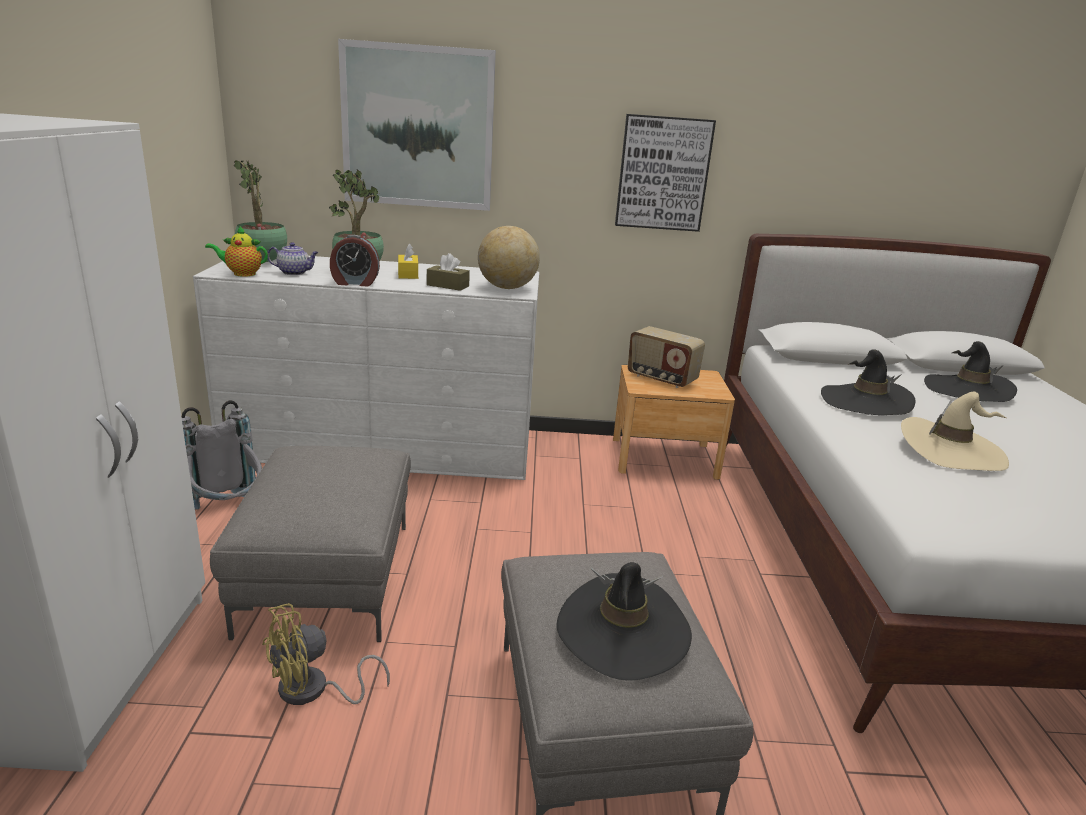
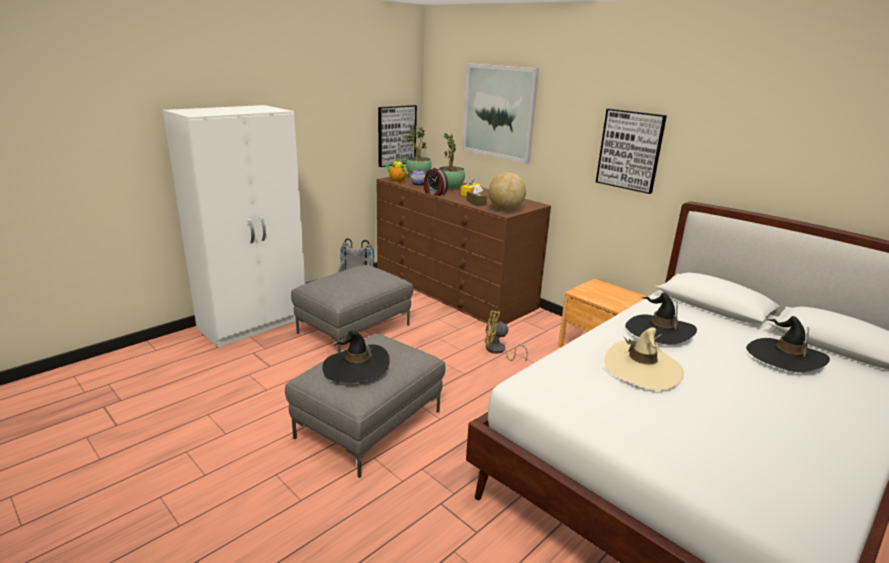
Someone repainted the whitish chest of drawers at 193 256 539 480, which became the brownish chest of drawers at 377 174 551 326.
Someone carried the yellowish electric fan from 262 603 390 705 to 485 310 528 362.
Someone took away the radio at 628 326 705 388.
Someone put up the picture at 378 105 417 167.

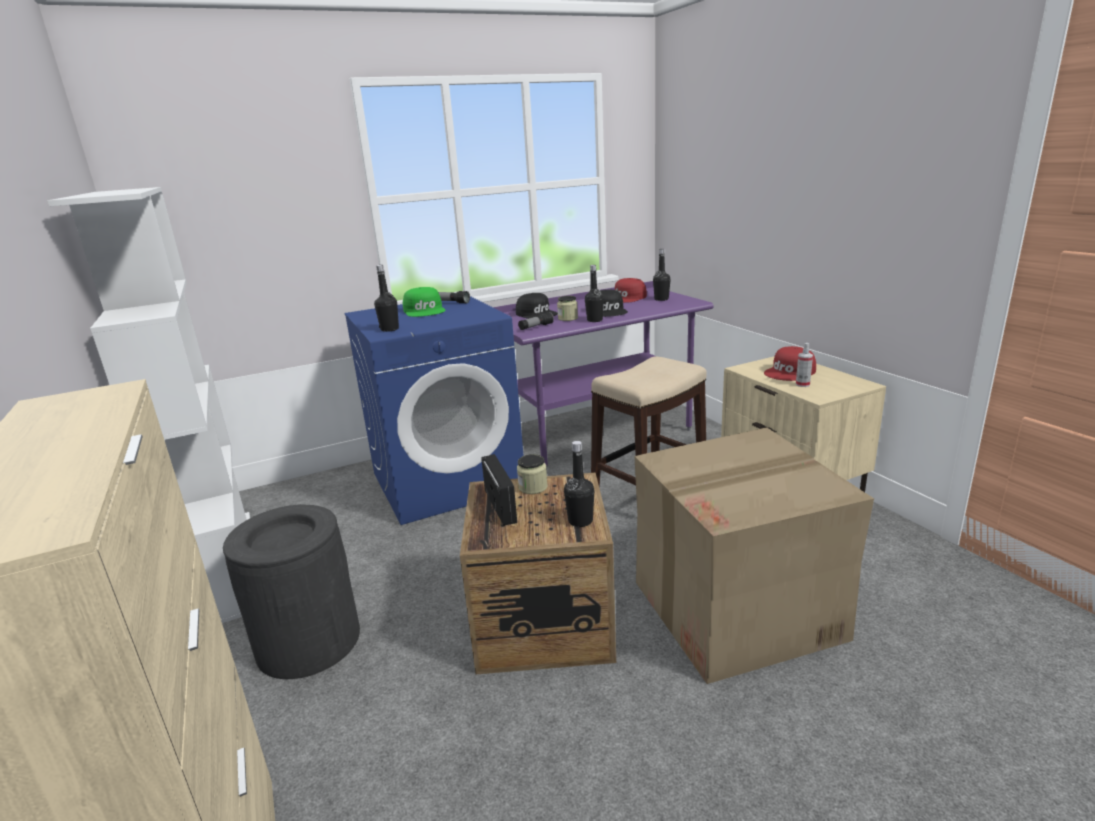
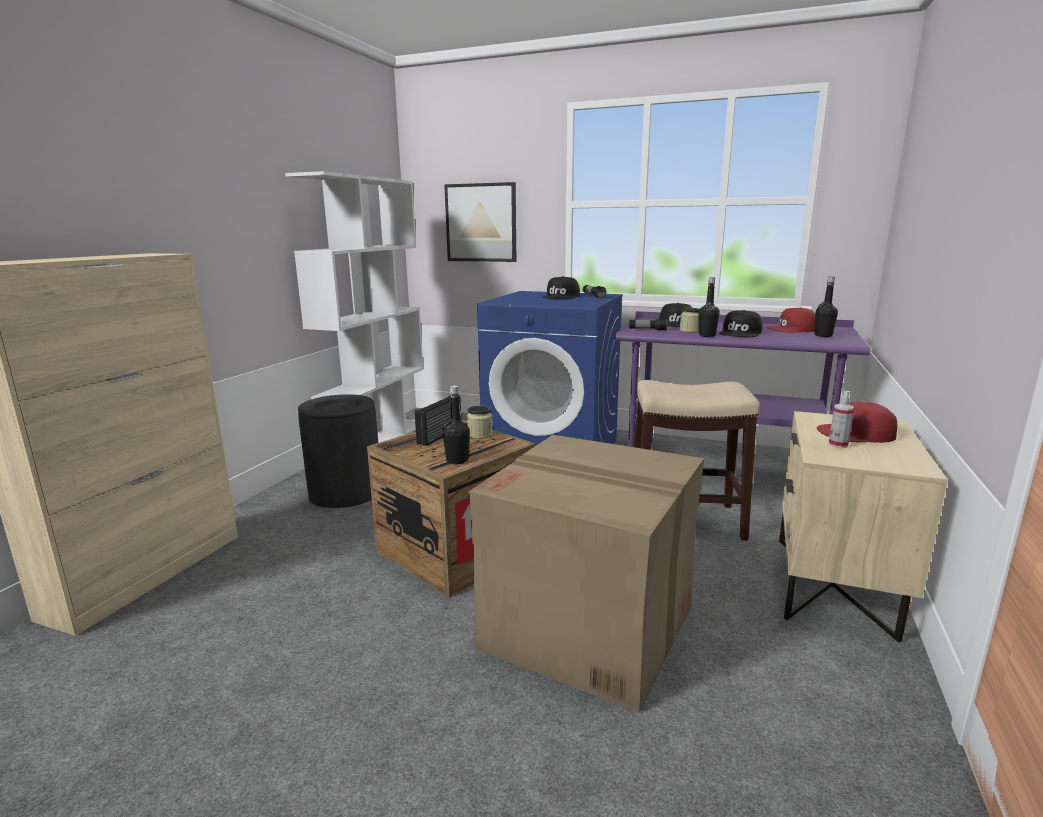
Someone took away the blackish drink bottle at 374 265 399 332.
Someone repainted the greenish baseball cap at 403 287 446 317, which became the blackish baseball cap at 542 276 580 299.
Someone put up the picture at 444 182 516 262.

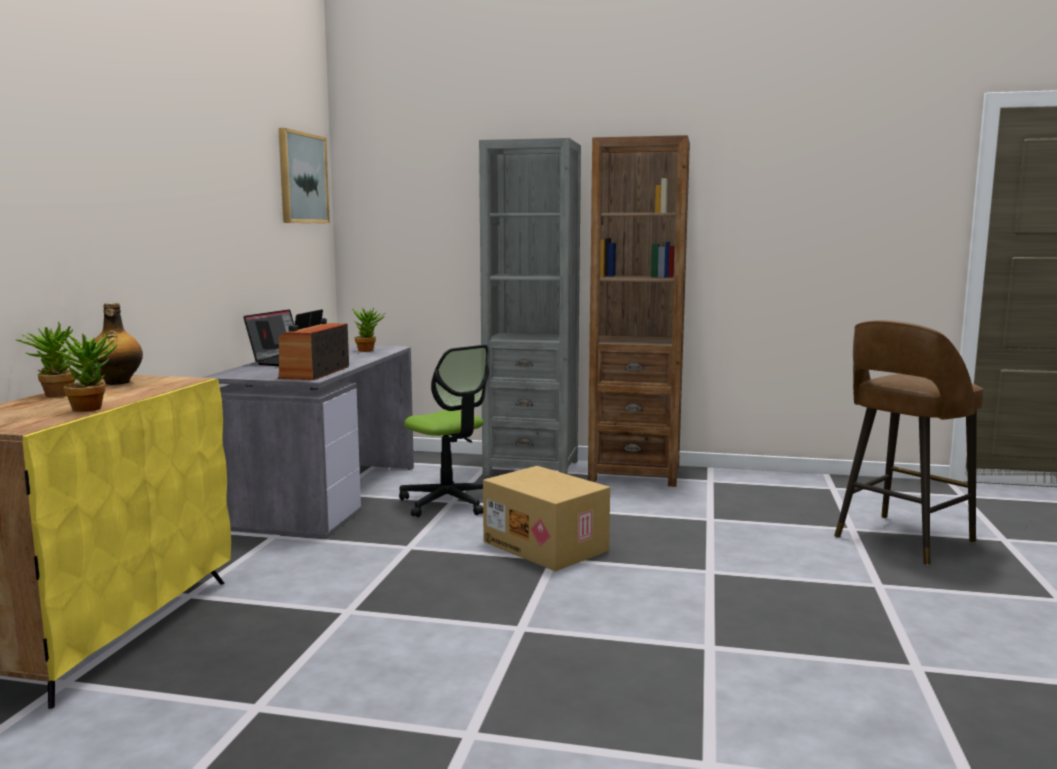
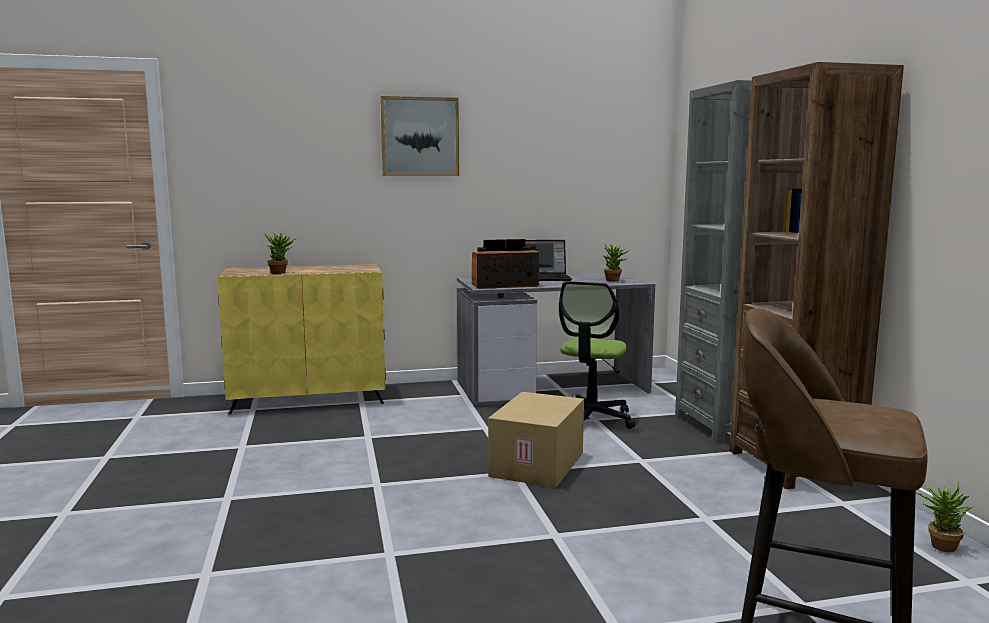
Someone carried the plant in a pot from 15 321 76 397 to 916 482 973 552.
Someone took away the drink bottle at 94 303 143 385.
Someone carried the picture from 278 128 330 223 to 380 96 459 176.

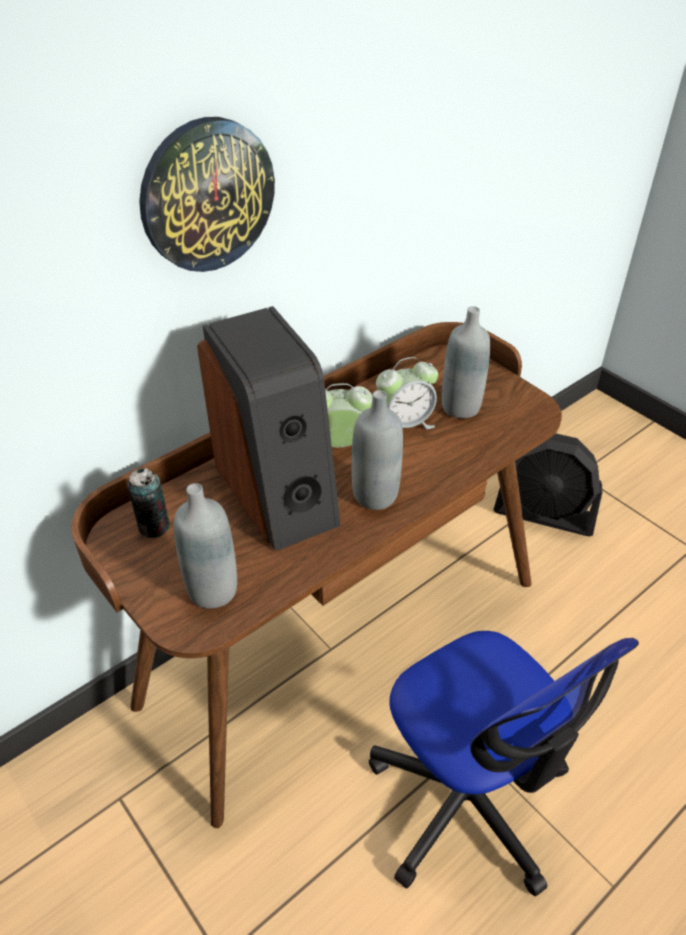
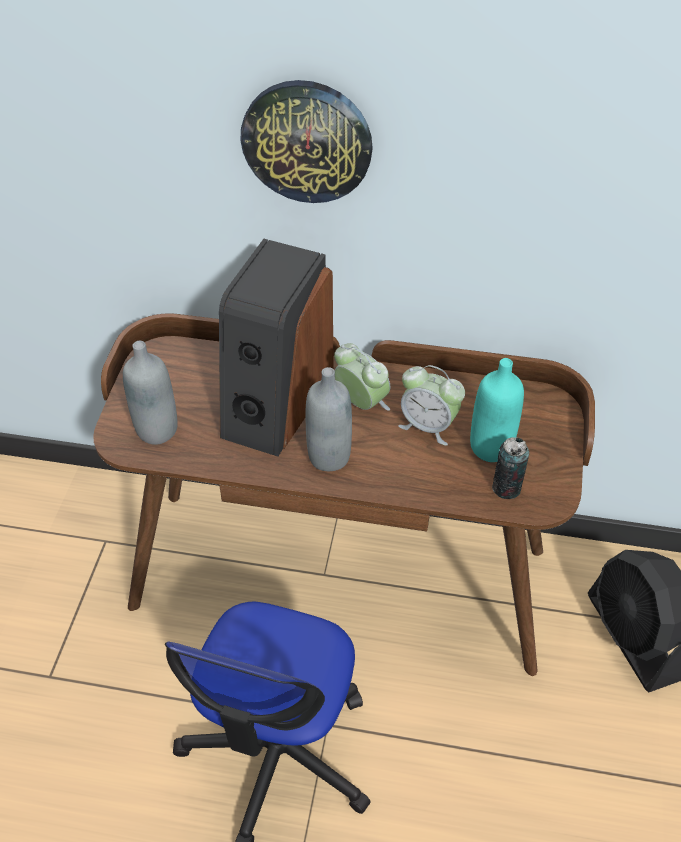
Someone carried the can from 127 468 170 538 to 492 437 529 499.
Someone repainted the gray drink bottle at 442 306 490 418, which became the blue-green drink bottle at 470 358 524 462.

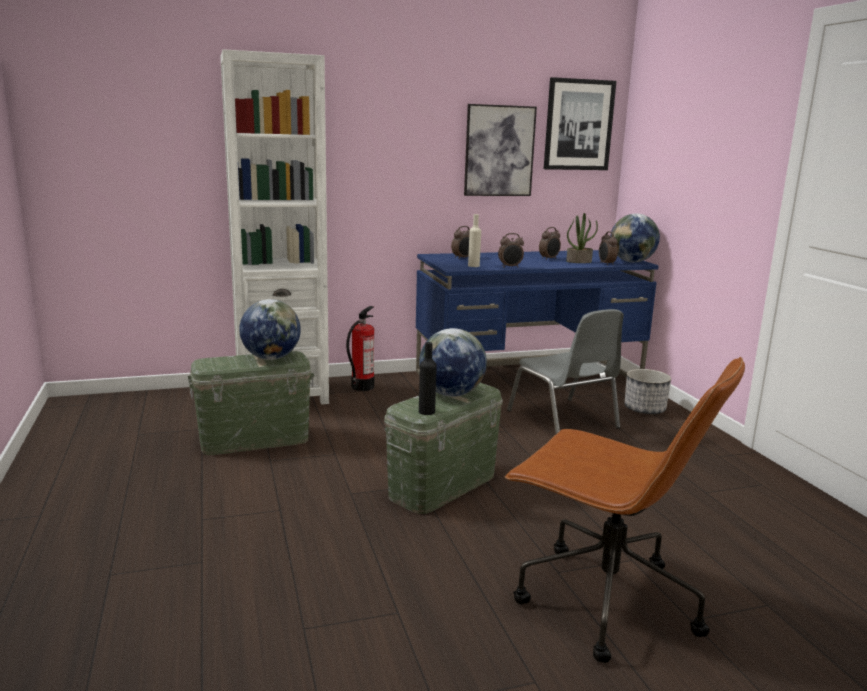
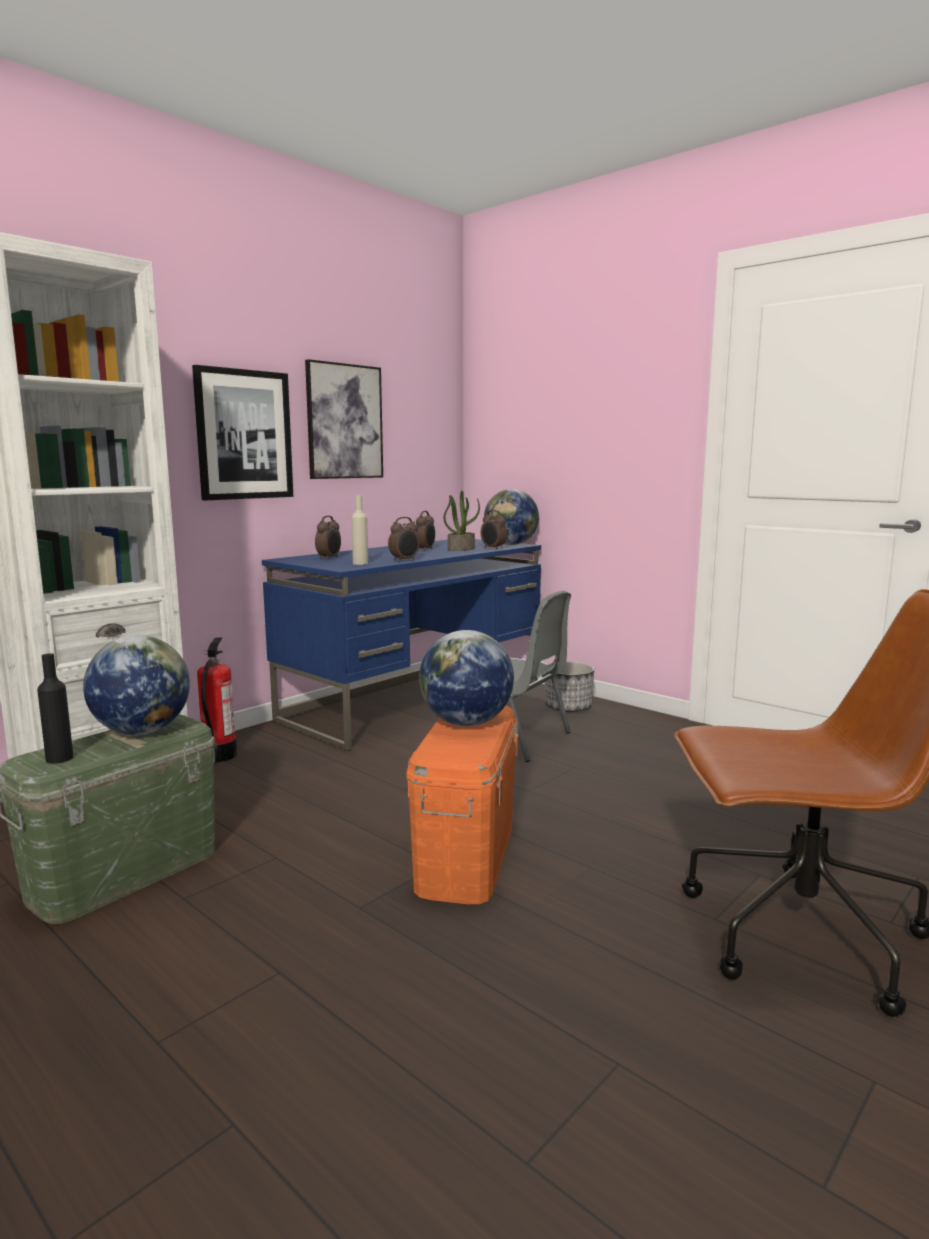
Someone repainted the greenish storage box at 385 383 503 514, which became the orangey storage box at 406 705 519 904.
Someone carried the blackish drink bottle from 419 342 437 415 to 37 653 73 764.
Someone carried the picture from 544 77 616 170 to 192 365 293 500.

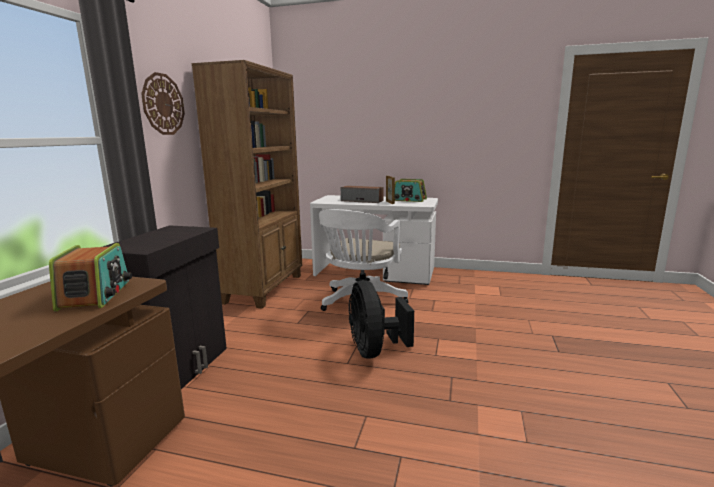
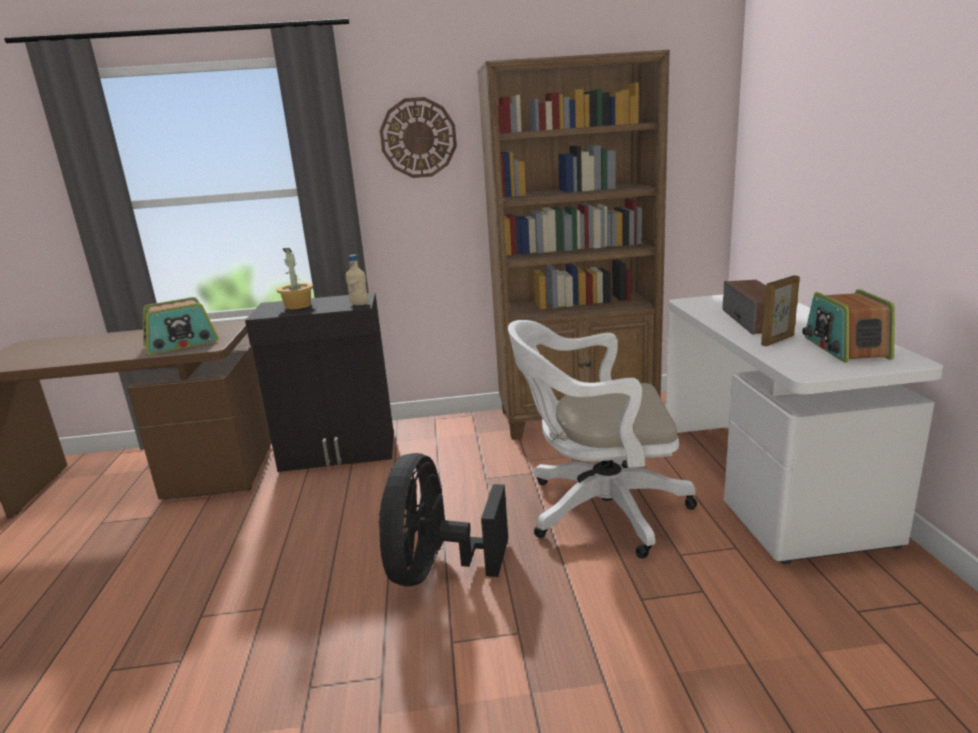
Someone rotated the blackish electric fan at 349 280 414 359 by 45 degrees counterclockwise.
Someone put down the plant in a pot at 277 248 313 309.
Someone put down the sand-coloured drink bottle at 346 255 368 305.

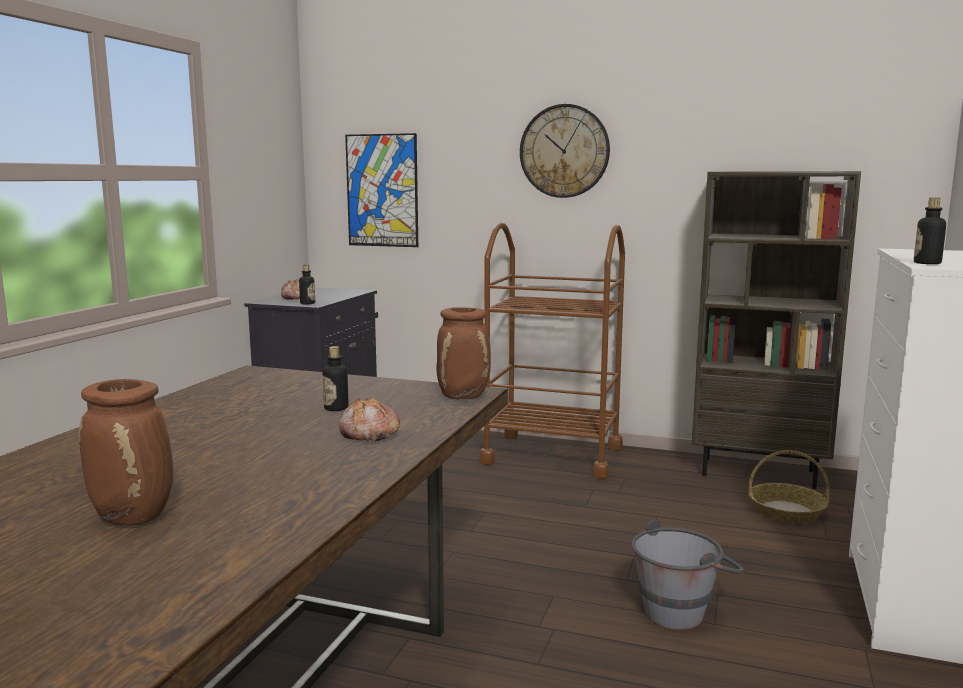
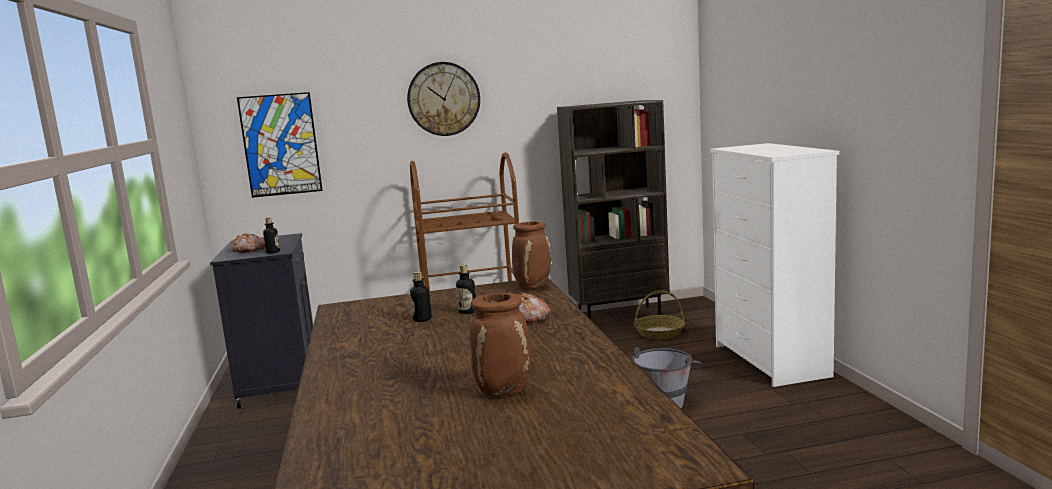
Someone carried the drink bottle from 914 198 946 264 to 410 271 432 322.

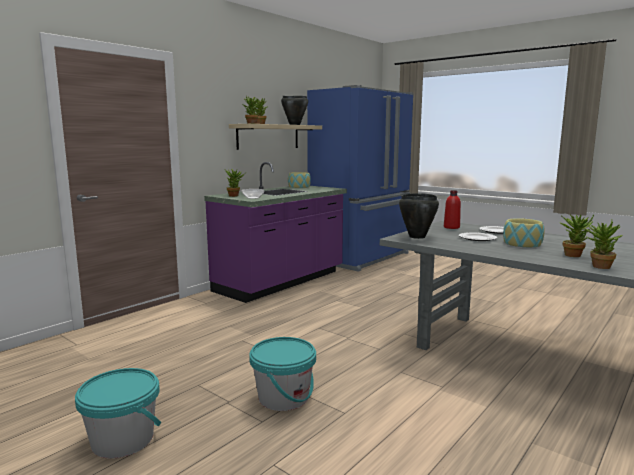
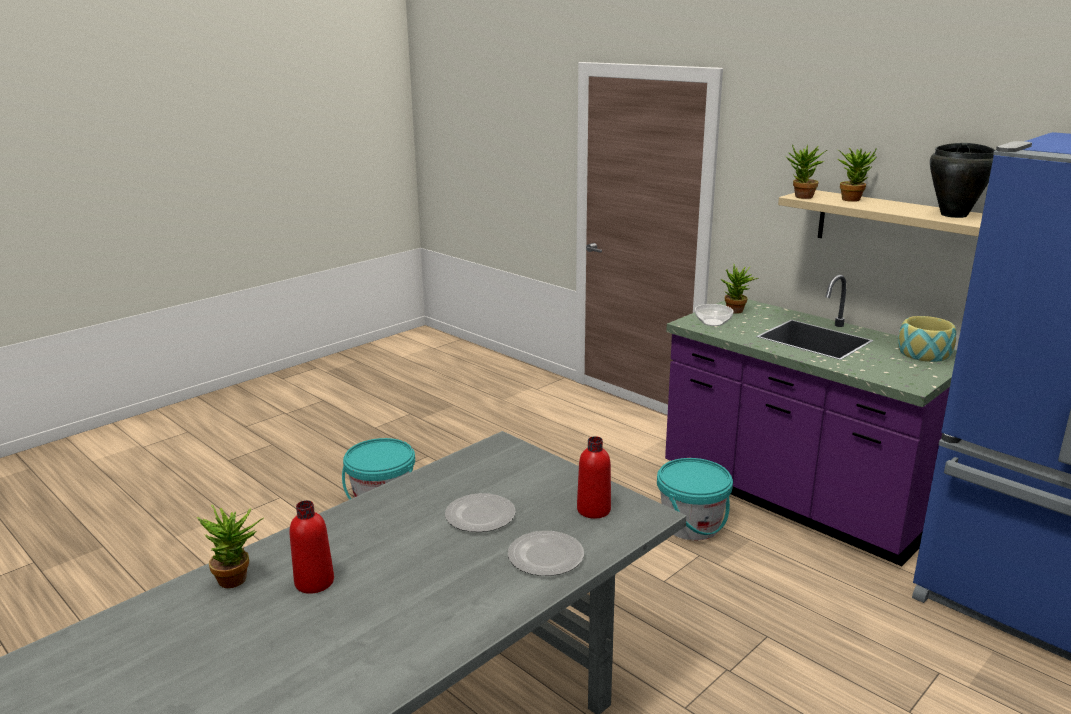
Someone carried the blue-green pail from 75 368 161 459 to 657 458 733 541.
Someone took away the blackish saucepot at 399 193 439 239.
Someone took away the deep dish at 503 218 544 247.
Someone swapped the plant in a pot at 559 214 594 257 for the reddish drink bottle at 290 500 334 594.

